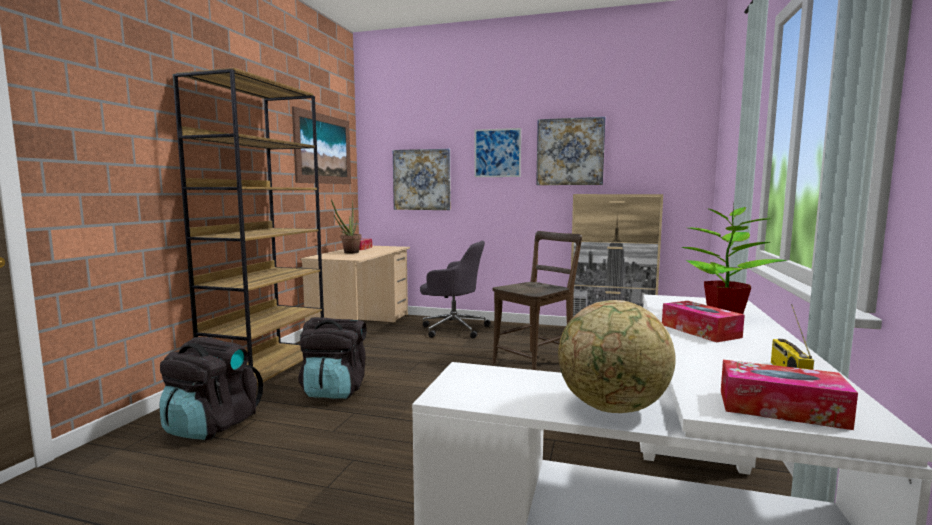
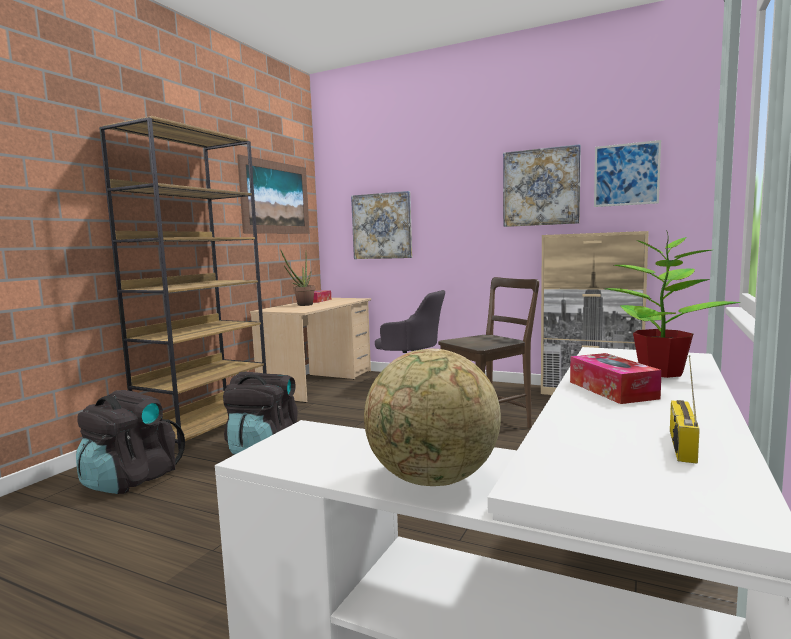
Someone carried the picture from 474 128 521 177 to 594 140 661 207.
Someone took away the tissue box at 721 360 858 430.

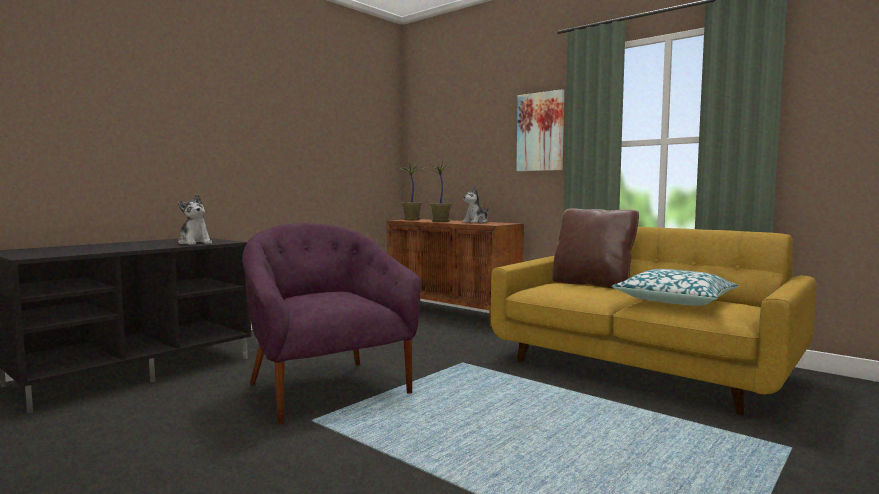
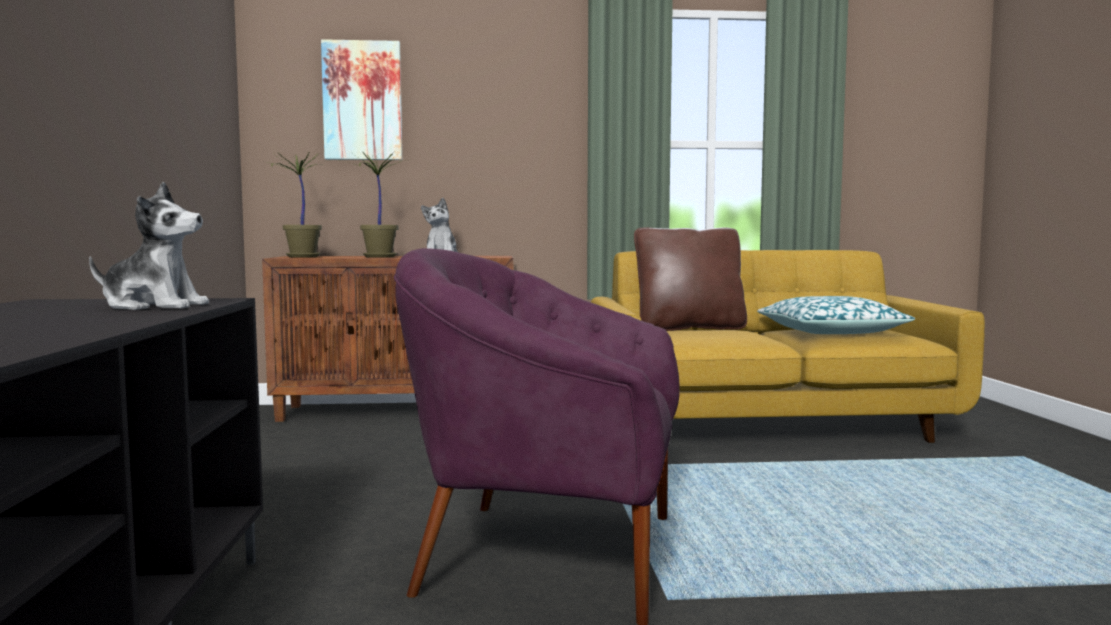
Someone carried the picture from 516 89 564 171 to 321 39 402 160.

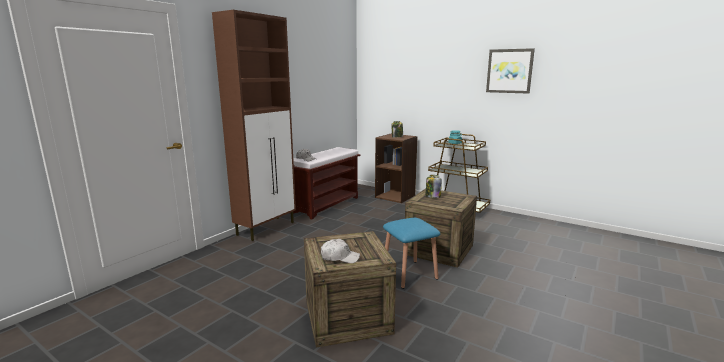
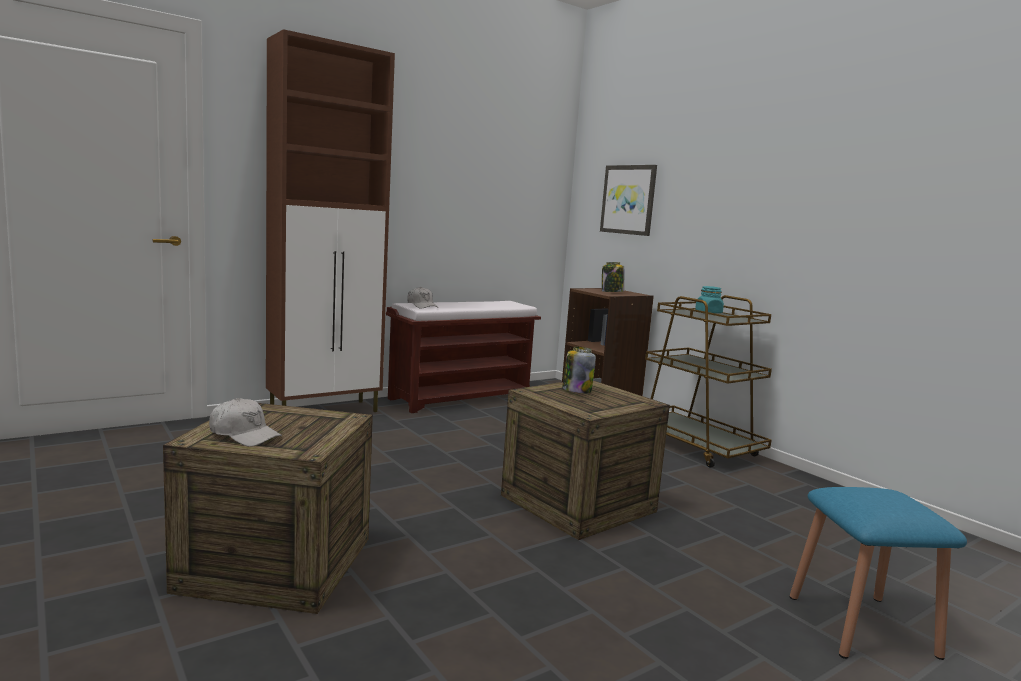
Someone carried the blue-coloured stool from 383 218 440 289 to 790 487 967 660.
Someone carried the picture from 486 48 535 94 to 600 165 657 236.

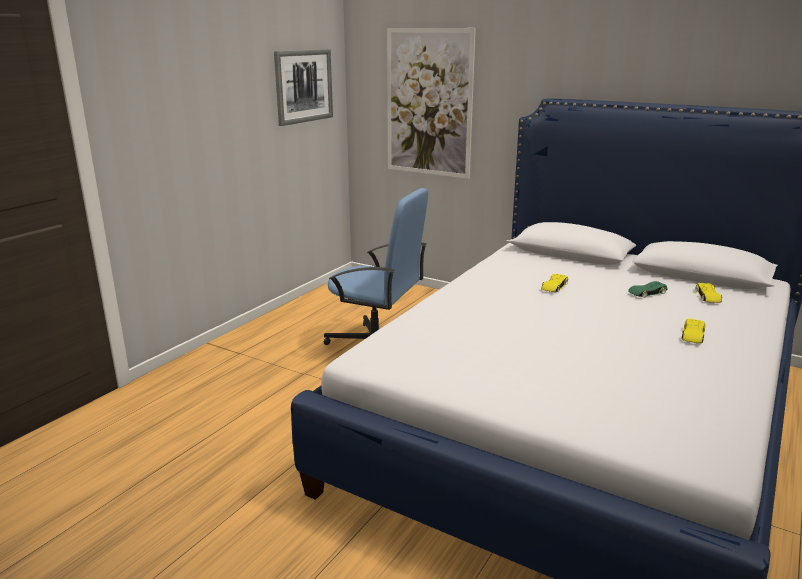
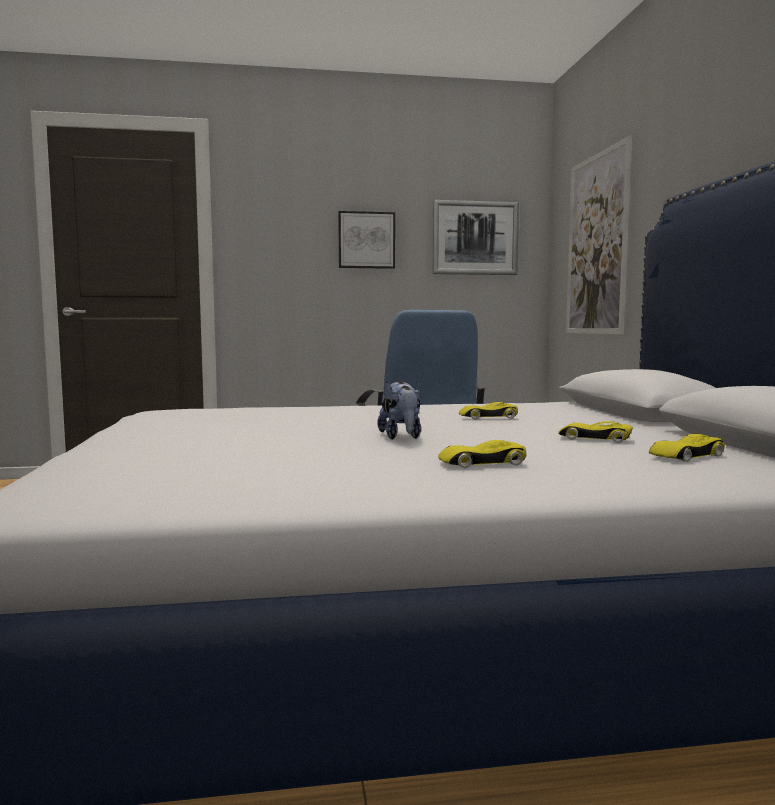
Someone repainted the greenish model car at 628 281 668 298, which became the yellowish model car at 558 421 633 443.
Someone put up the picture at 338 211 395 269.
Someone put down the soft toy at 377 382 421 440.

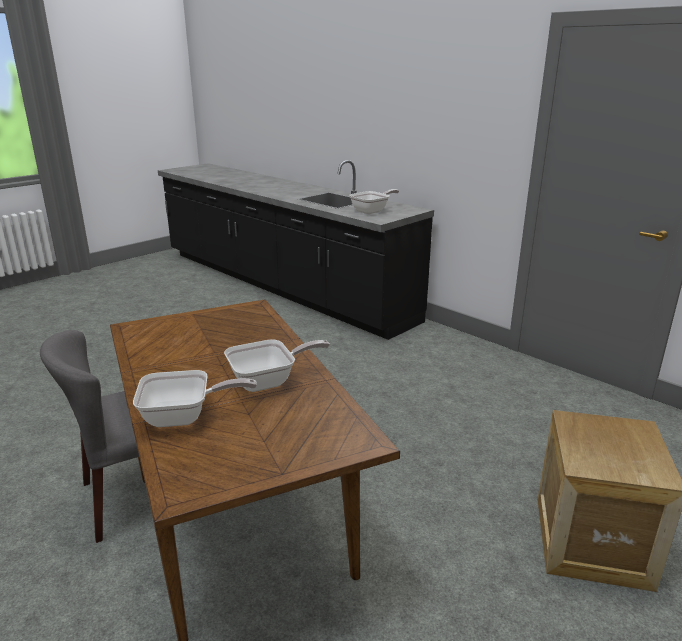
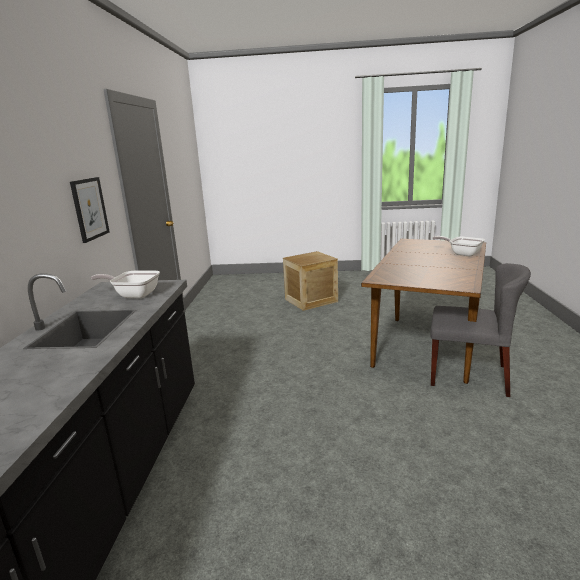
Someone took away the frying pan at 224 339 330 392.
Someone put up the picture at 70 177 110 243.

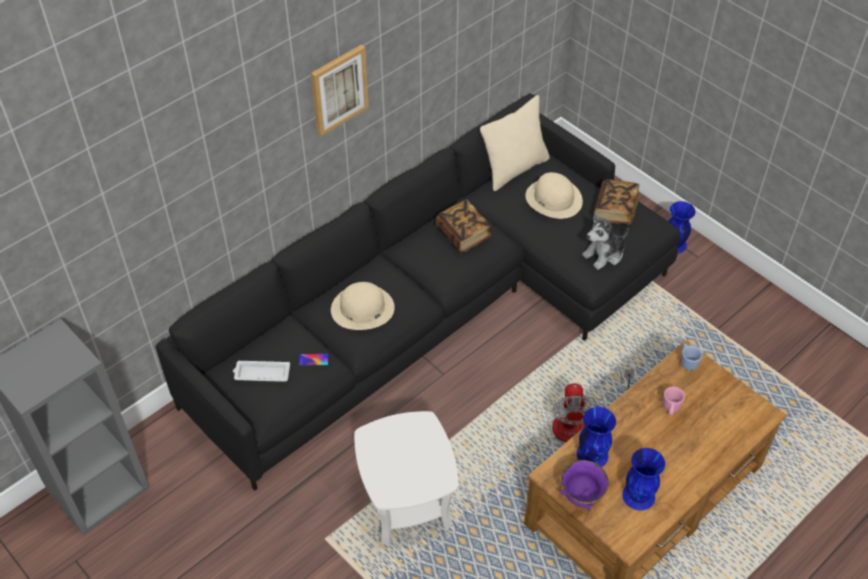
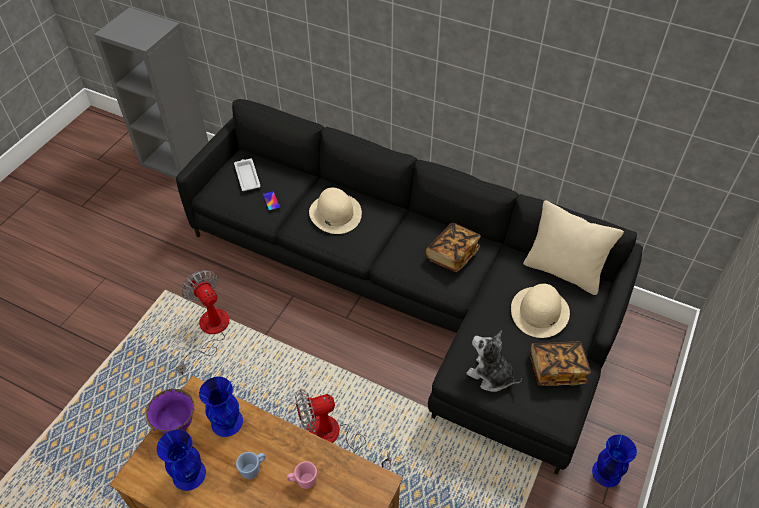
Someone took away the picture at 311 45 369 136.
Someone swapped the whitish side table at 354 411 458 546 for the electric fan at 176 270 229 375.
Someone carried the blue-coloured mug from 681 344 703 371 to 236 452 266 479.

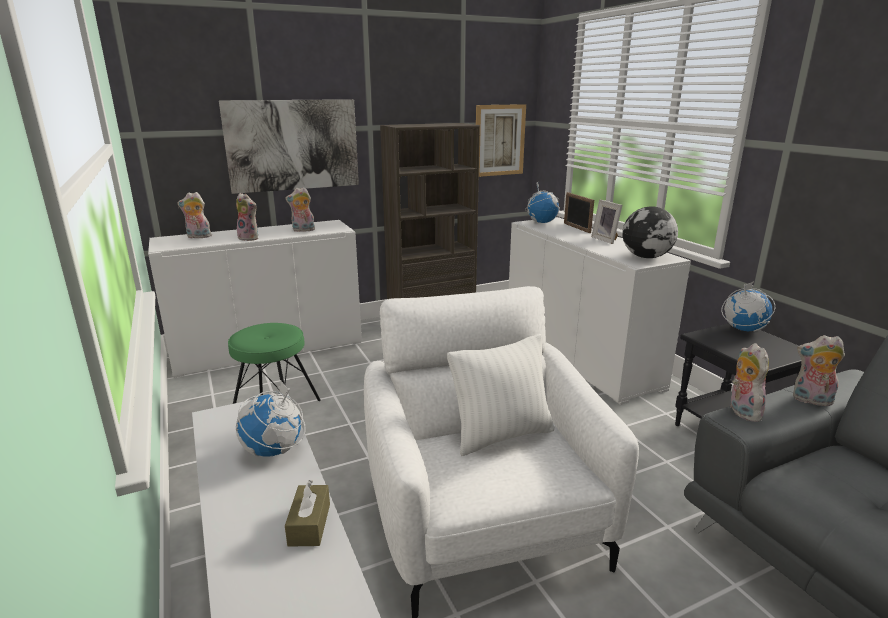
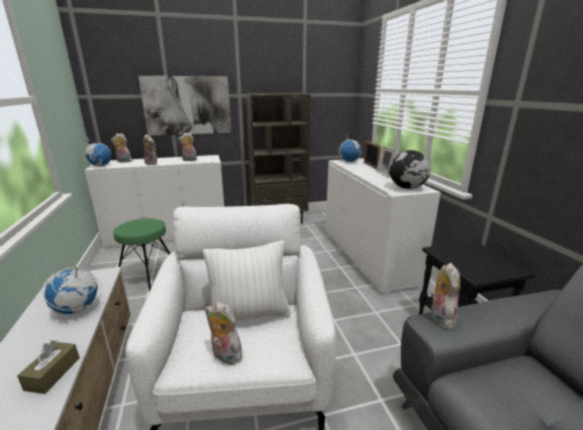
Someone took away the picture at 476 104 526 177.
Someone carried the desk globe from 721 281 775 332 to 84 137 112 166.
Someone carried the soft toy from 793 335 845 406 to 205 302 242 365.

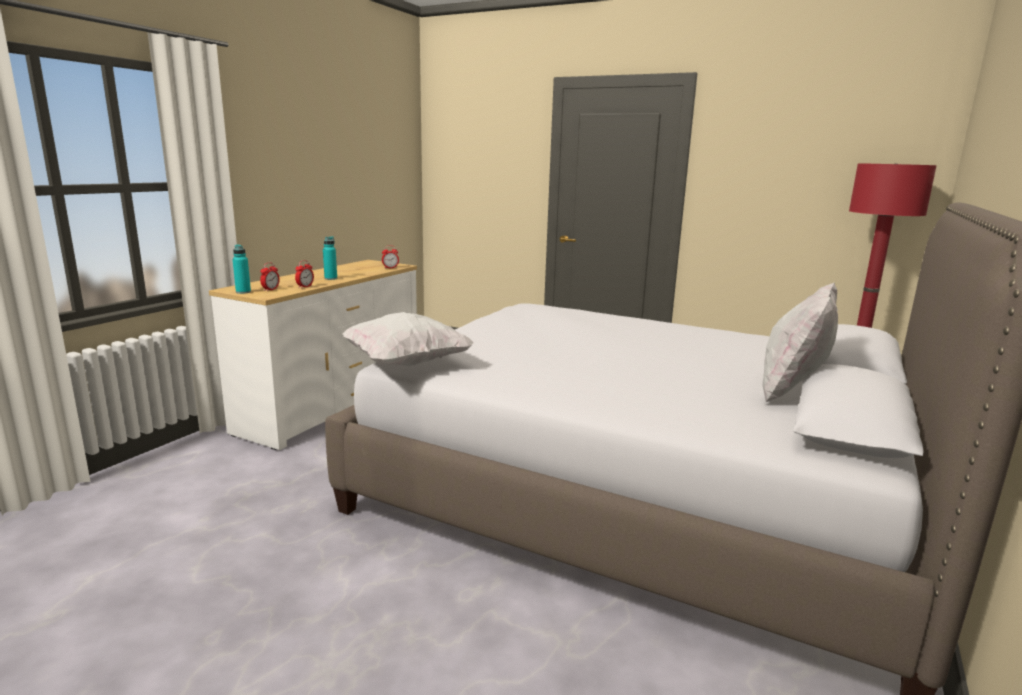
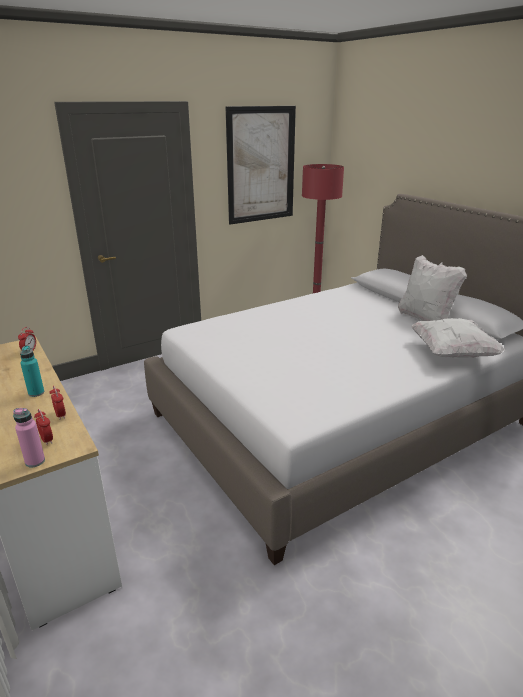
Someone repainted the blue-green drink bottle at 232 245 251 294, which became the pinkish drink bottle at 13 408 45 467.
Someone carried the whitish pillow from 342 312 474 366 to 411 318 505 358.
Someone put up the picture at 225 106 296 225.

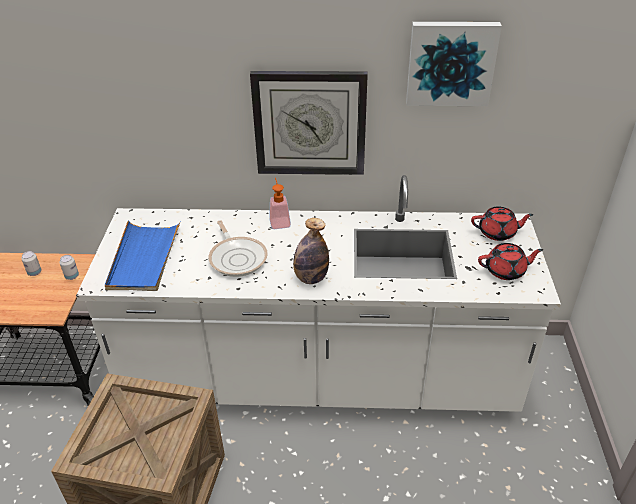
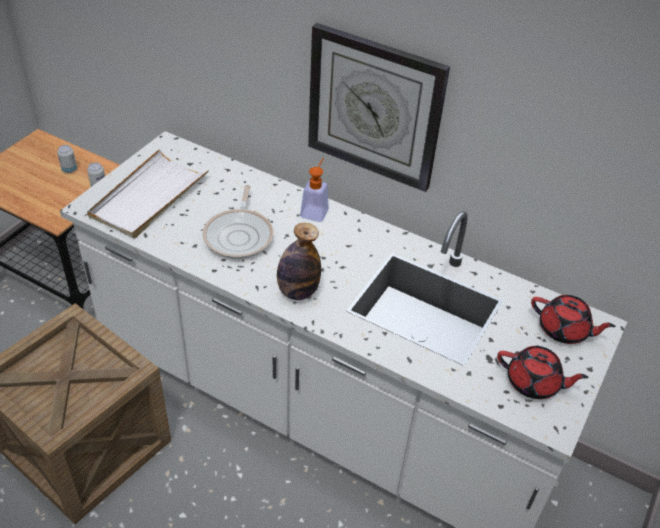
Someone repainted the blue-coloured tray at 105 220 181 291, which became the whitish tray at 87 149 209 238.
Someone took away the picture at 406 22 502 106.

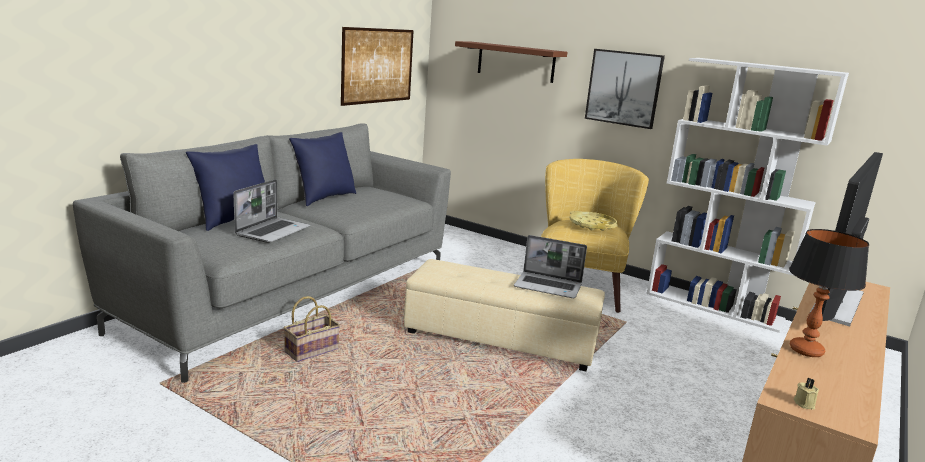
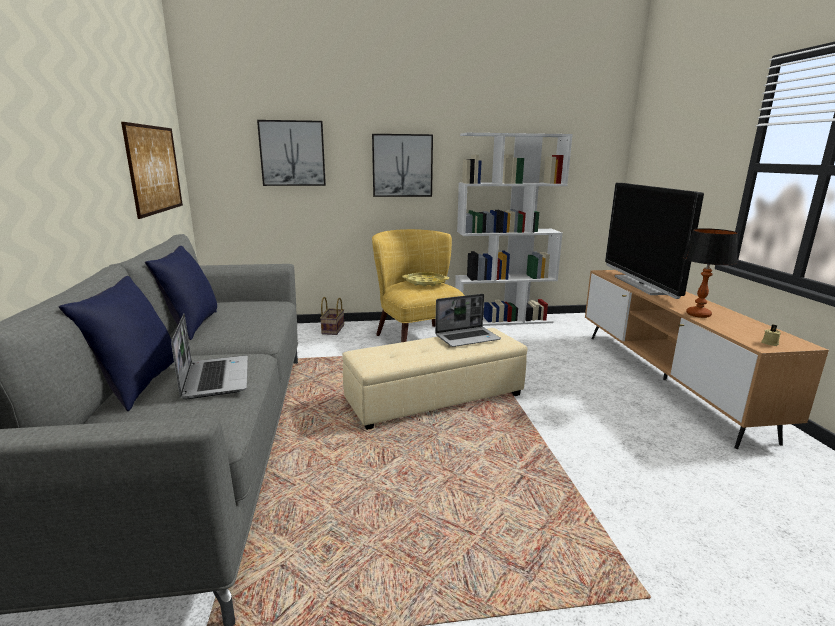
Someone carried the basket from 284 296 340 362 to 320 297 344 335.
Someone swapped the brownish wall shelf at 455 41 567 83 for the picture at 257 120 326 186.

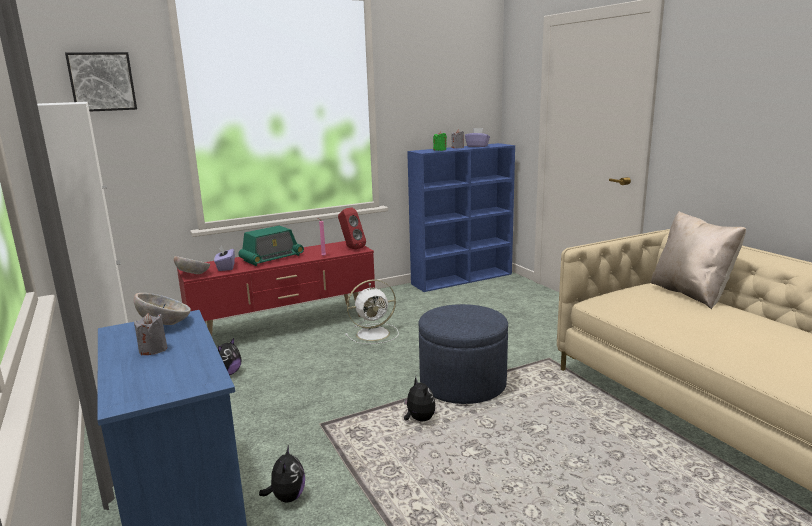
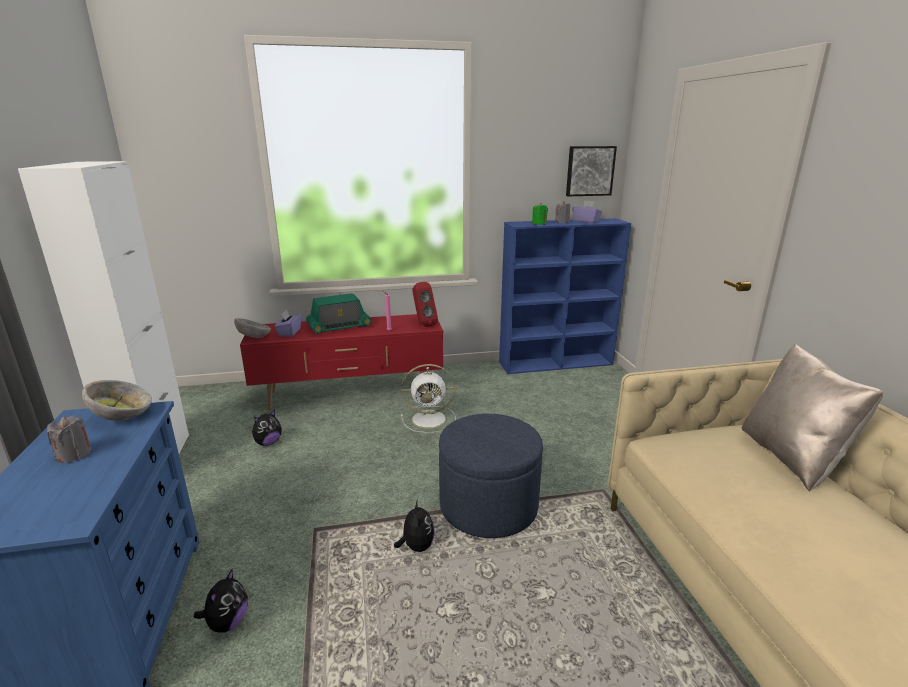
Someone carried the picture from 65 52 137 112 to 566 146 617 196.

